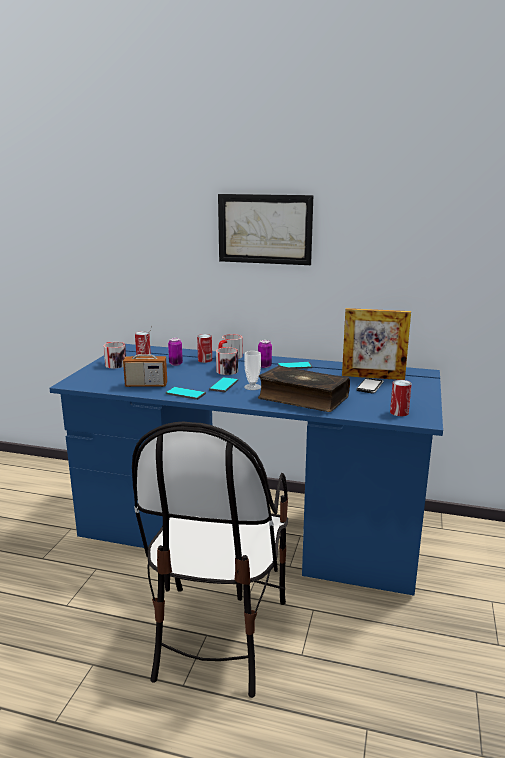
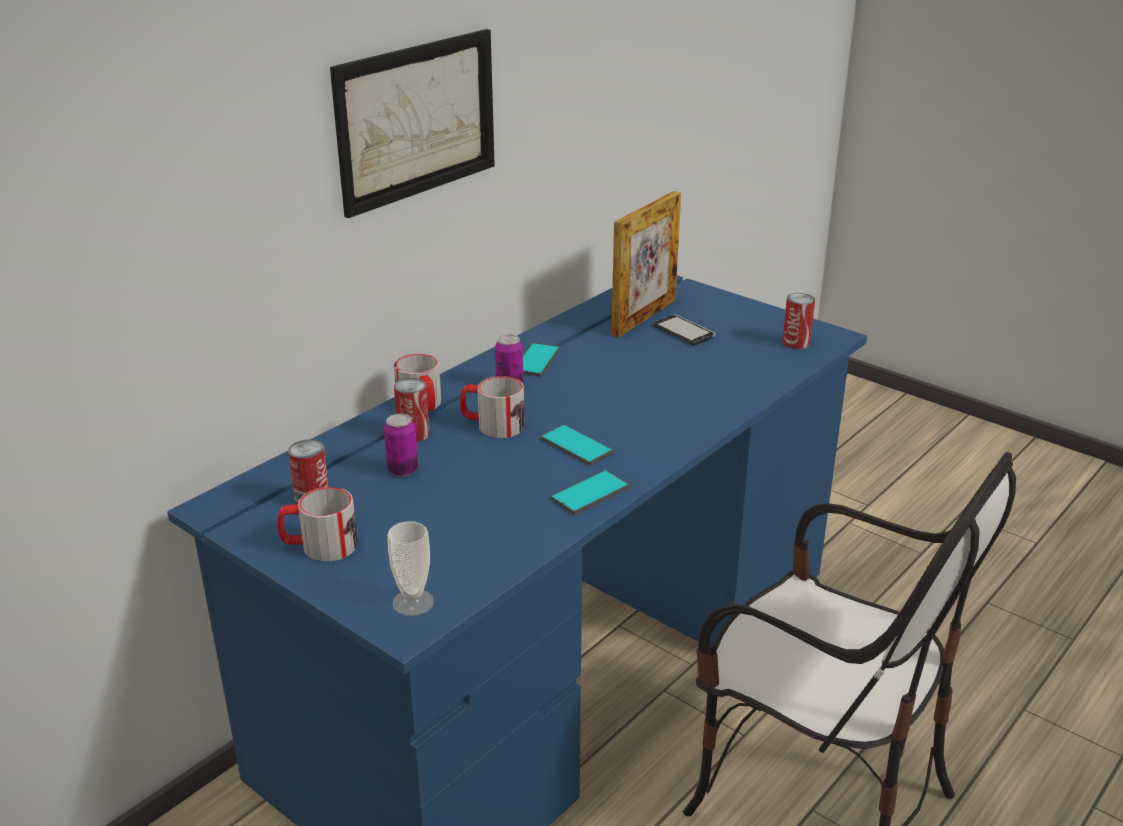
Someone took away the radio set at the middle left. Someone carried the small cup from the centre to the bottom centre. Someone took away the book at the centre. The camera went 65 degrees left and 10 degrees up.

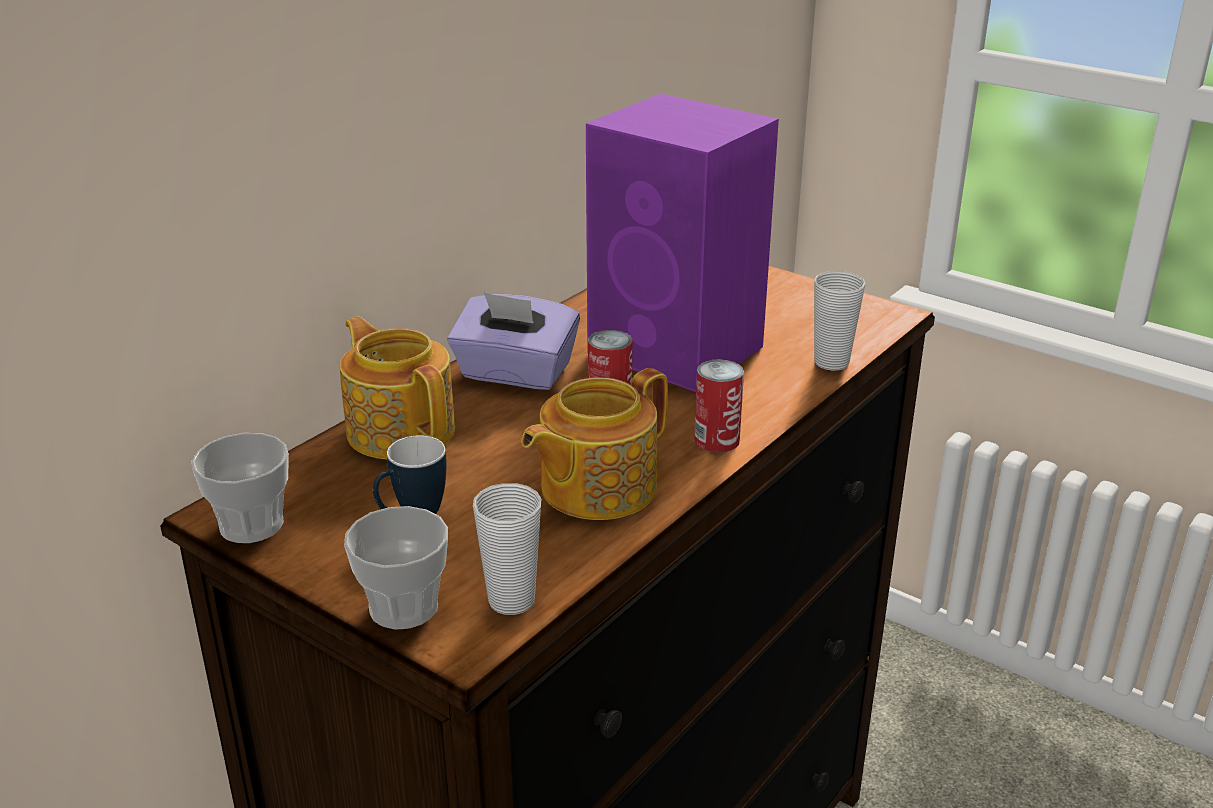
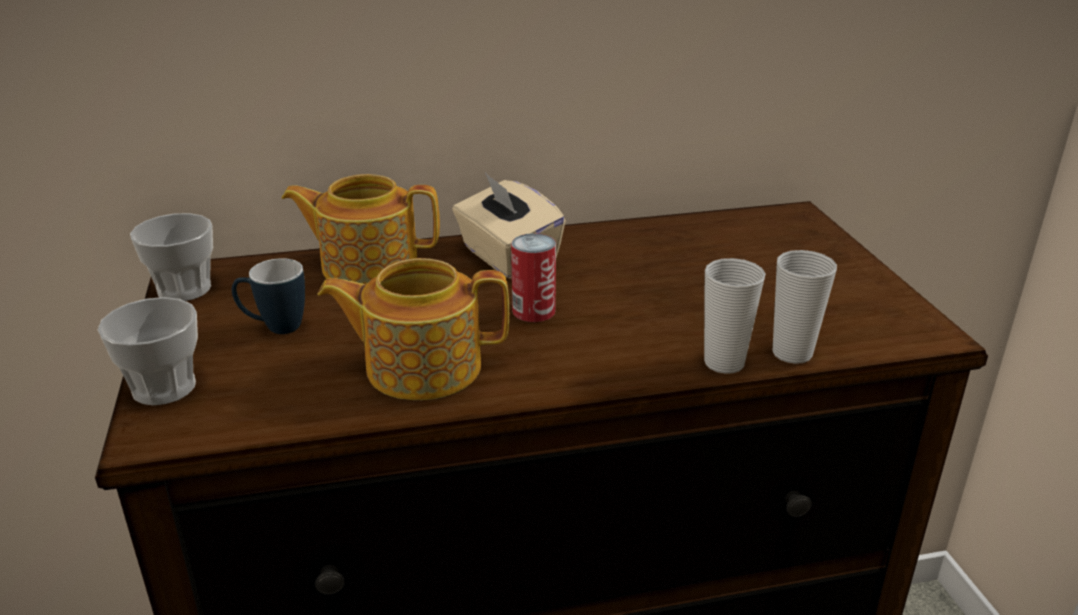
Someone took away the audio speaker (purplish) at the top centre. Someone repainted the tissue holder (purplish) at the centre, which became the tissue holder (sand-coloured) at the centre. Someone rotated the tea pot (no. 1 from left) at the middle left by 90 degrees counterclockwise. Someone took away the can (no. 2 from left) at the centre. Someone carried the small cup (no. 3 from left) from the bottom centre to the middle right. The camera went 40 degrees right and 0 degrees up.

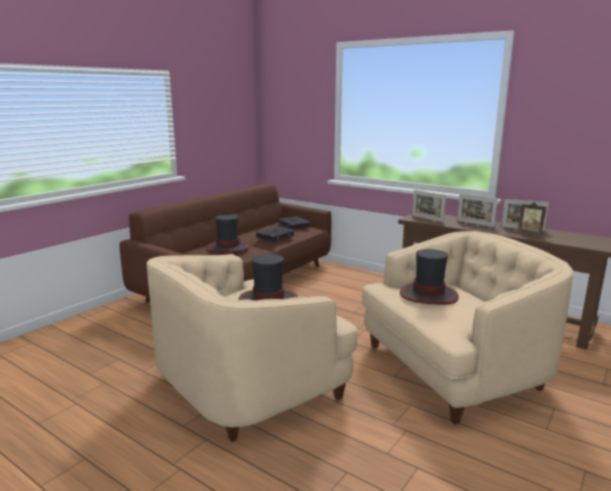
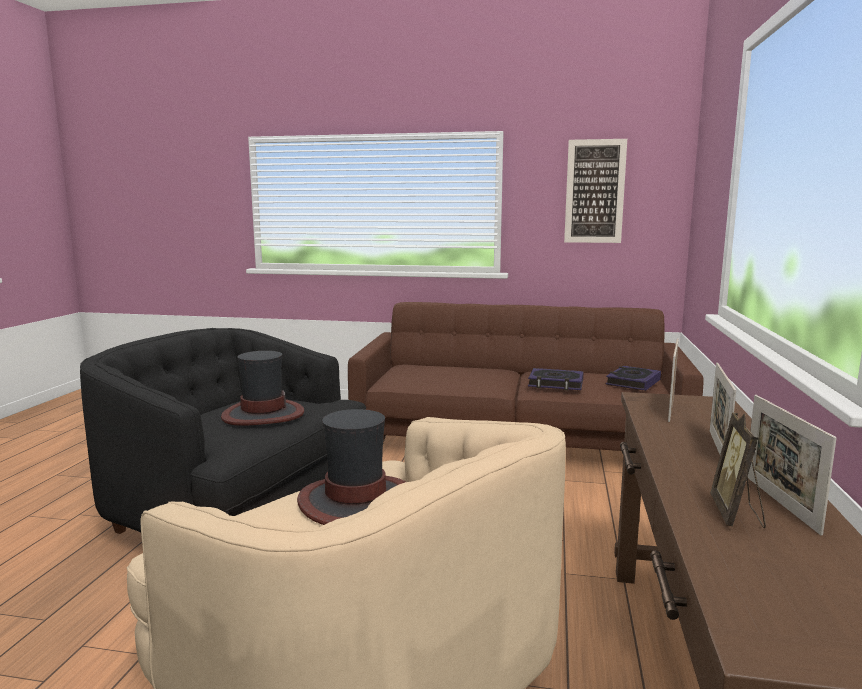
Someone took away the hat (no. 1 from left) at the centre. Someone repainted the easy chair (sand-coloured) (no. 1 from left) at the bottom centre, which became the easy chair (black) at the middle left. Someone put up the picture at the top right. The camera went 65 degrees right and 5 degrees down.

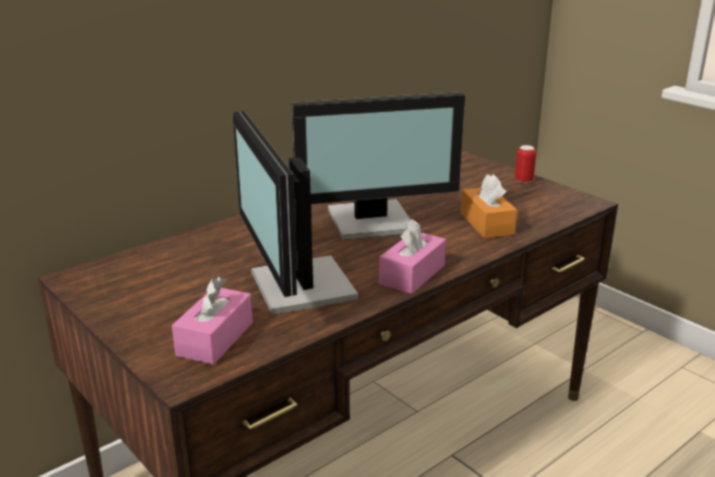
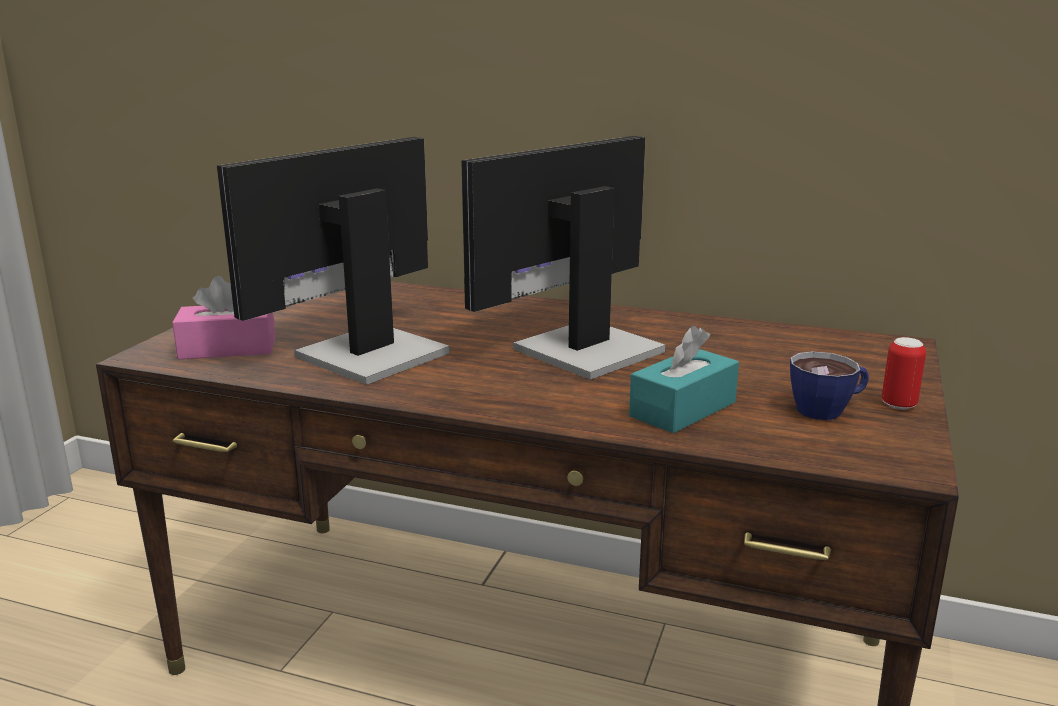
Someone rotated the monitor (no. 2 from left) at the centre by 90 degrees clockwise. Someone repainted the tissue holder (orange) at the middle right, which became the tissue holder (turquoise-coloured) at the centre. Someone took away the tissue holder (pink) (no. 2 from left) at the centre. Someone put down the small cup at the middle right. The camera went 60 degrees right and 5 degrees down.

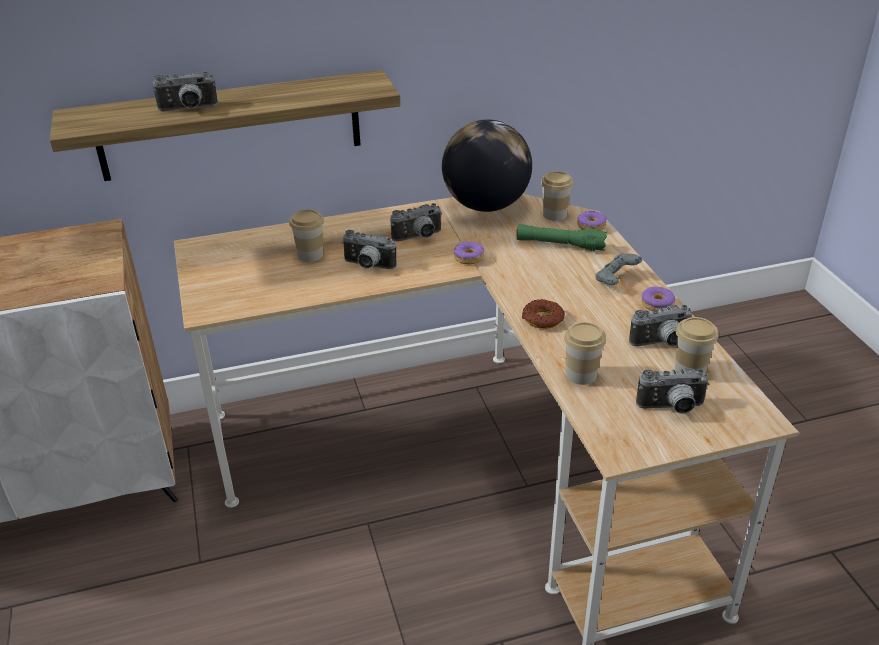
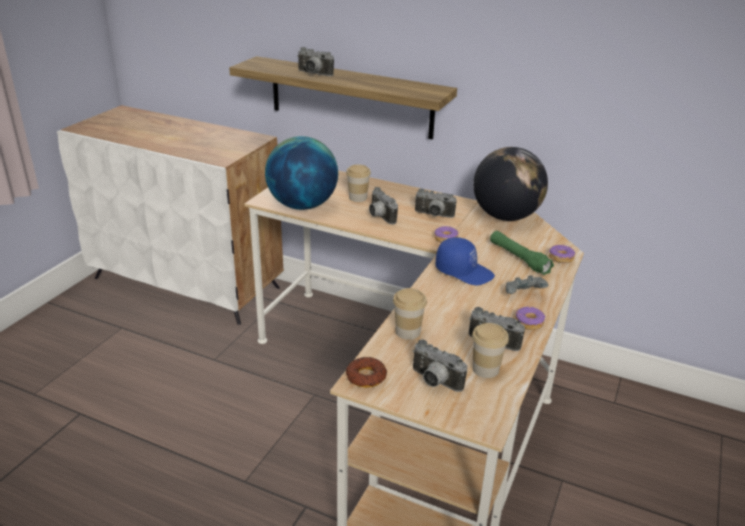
Someone took away the small cup (no. 2 from left) at the top centre. Someone carried the ring doughnut (no. 2 from left in the first image) from the centre to the bottom centre. Someone put down the globe (no. 1 from left) at the top centre. Someone put down the cap (blue-coloured) at the centre. The camera went 40 degrees right and 5 degrees down.

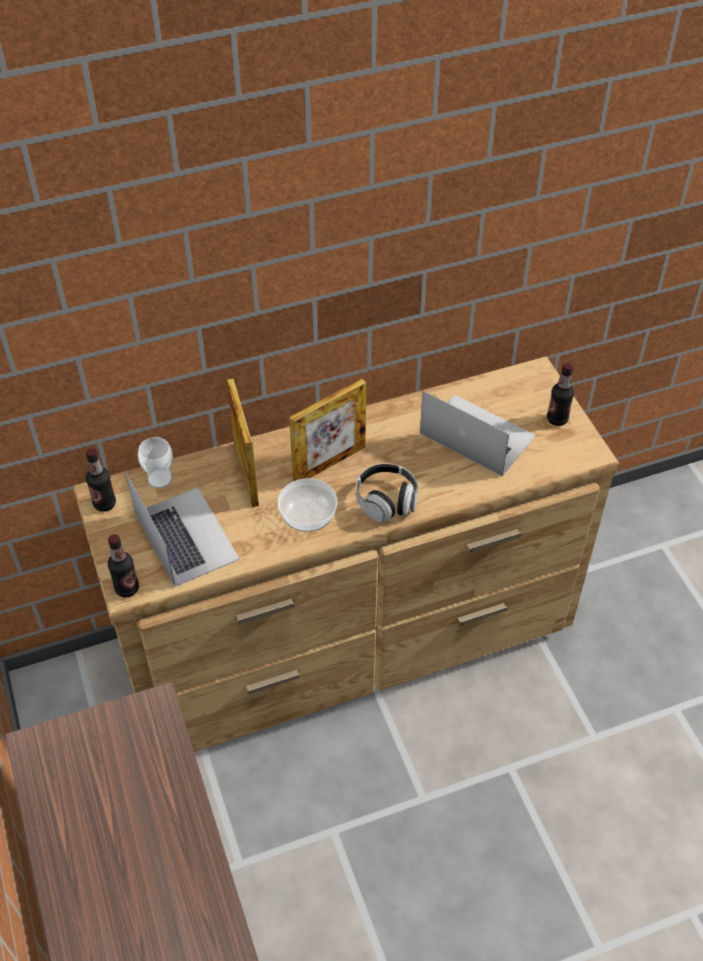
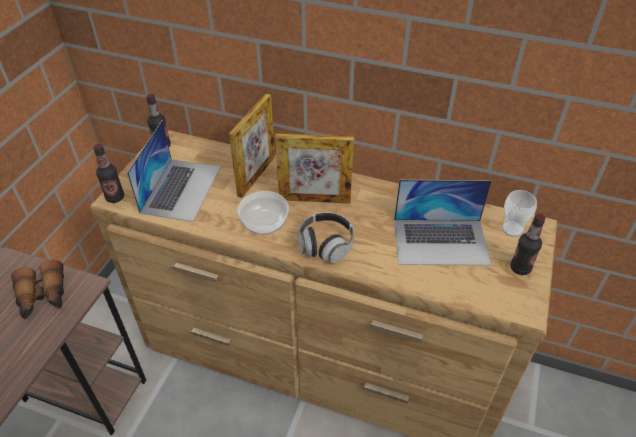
Someone rotated the portable computer (no. 2 from left) at the middle right by 105 degrees clockwise. Someone carried the small cup from the middle left to the middle right. Someone put down the pair of binoculars at the middle left. The camera went 40 degrees right and 5 degrees down.

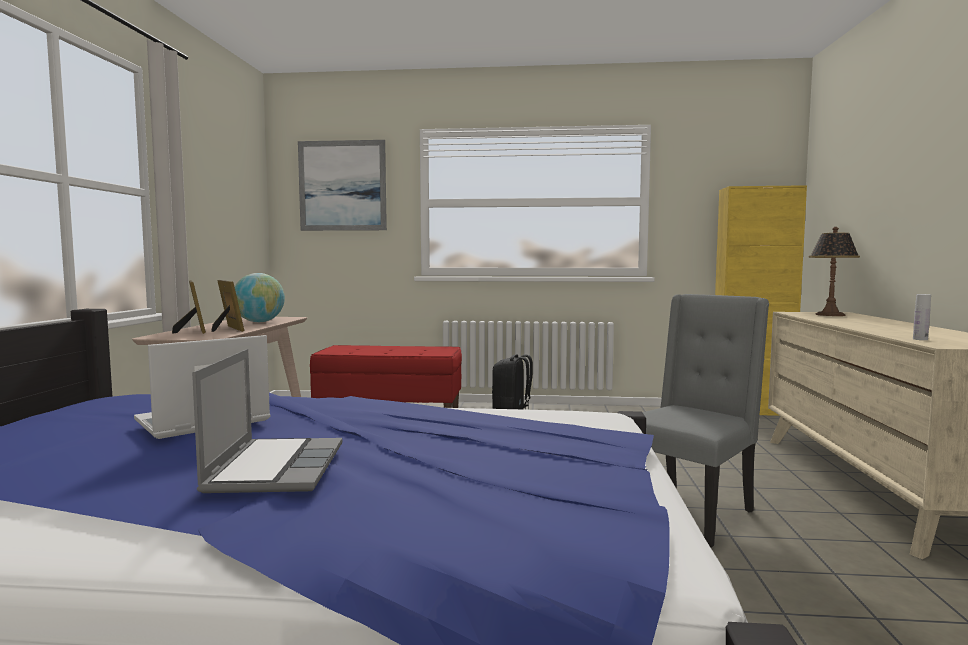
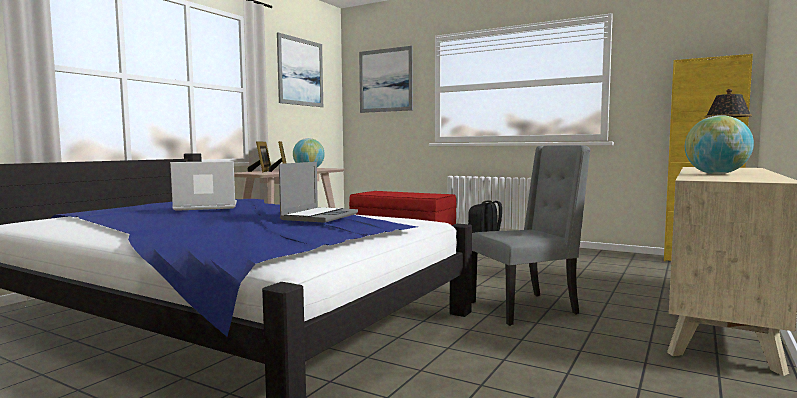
Someone took away the beverage bottle (whitish) at the middle right. Someone carried the portable computer (no. 2 from left) from the middle left to the centre. Someone put up the picture (no. 1 from left) at the top centre. Someone put down the globe (no. 2 from left) at the middle right. The camera went 25 degrees right and 0 degrees up.

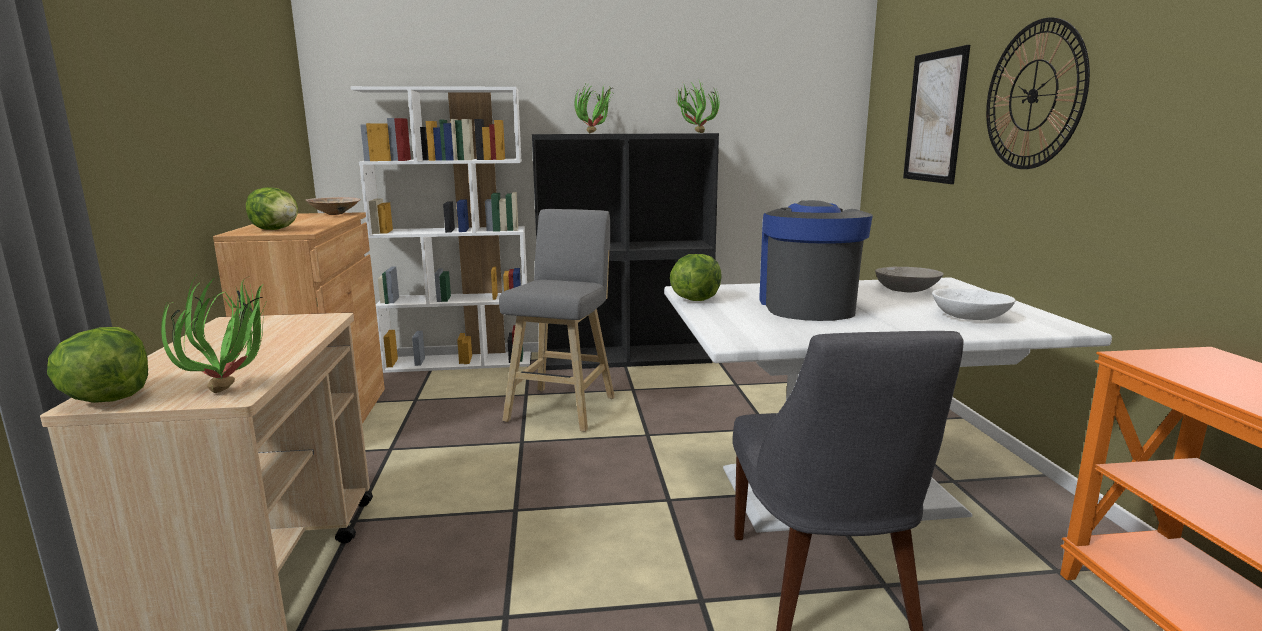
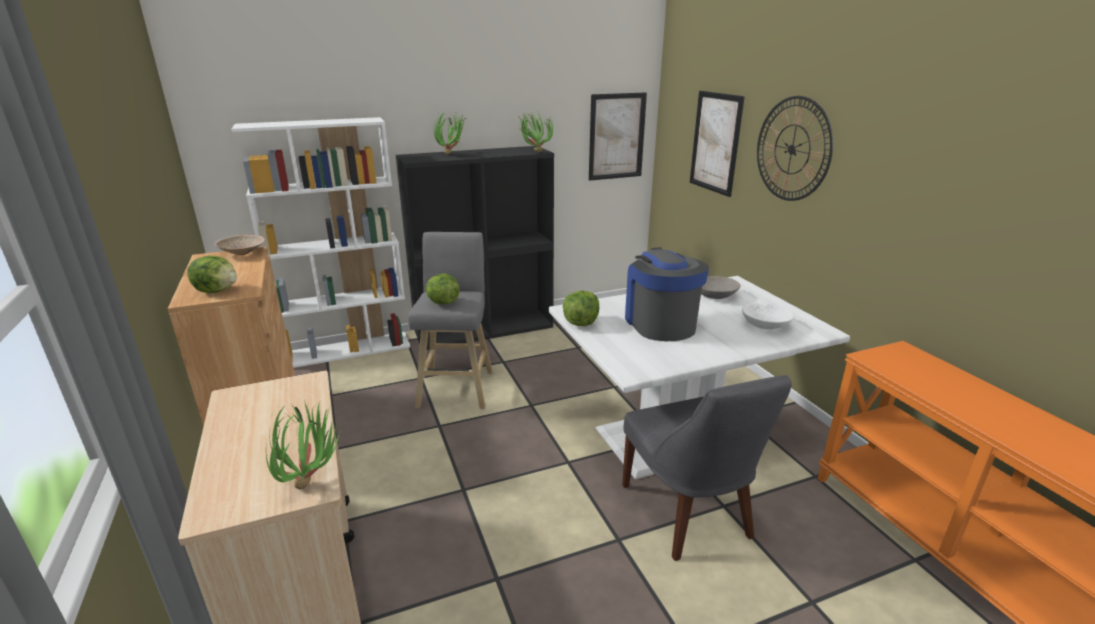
Someone carried the lettuce (no. 1 from left in the first image) from the middle left to the centre. Someone put up the picture (no. 1 from left) at the top centre. The camera went 15 degrees left and 10 degrees up.

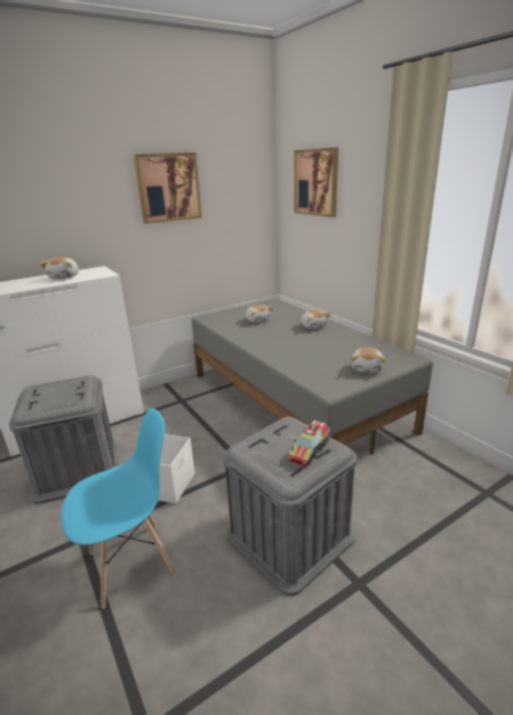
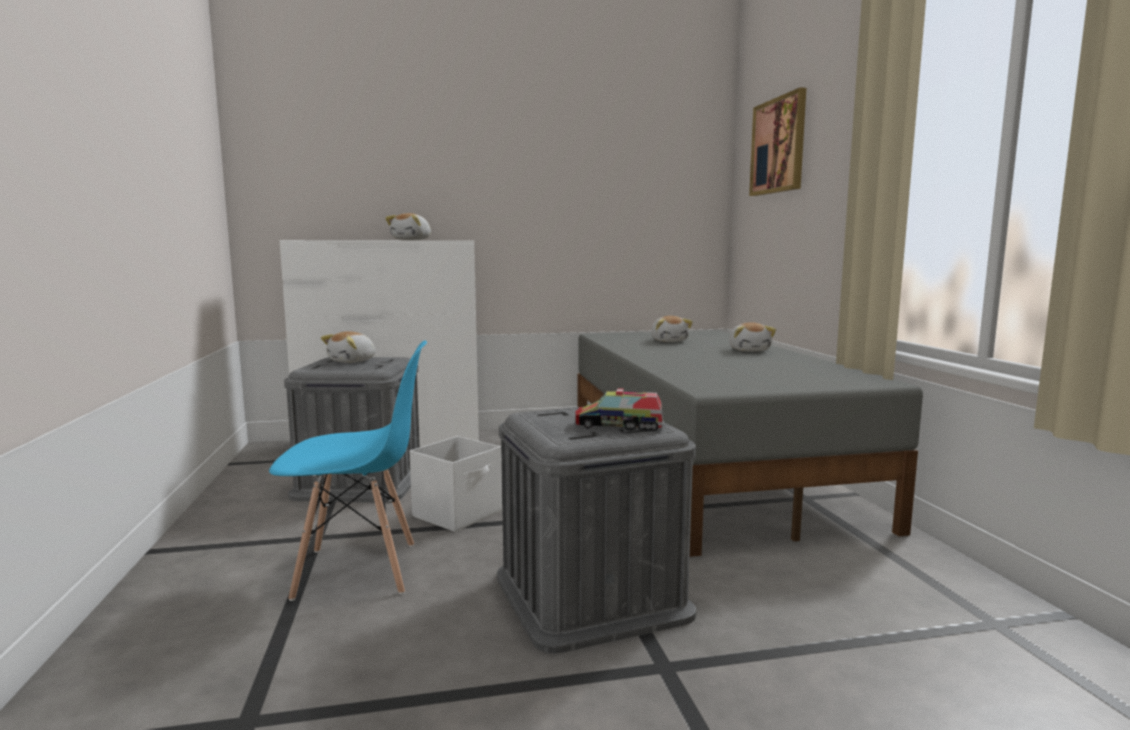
Someone took away the picture (no. 1 from left) at the top left. Someone carried the cuddly toy (no. 4 from left in the first image) from the middle right to the middle left. Someone rotated the model truck at the centre by 45 degrees clockwise. The camera went 20 degrees right and 15 degrees down.

